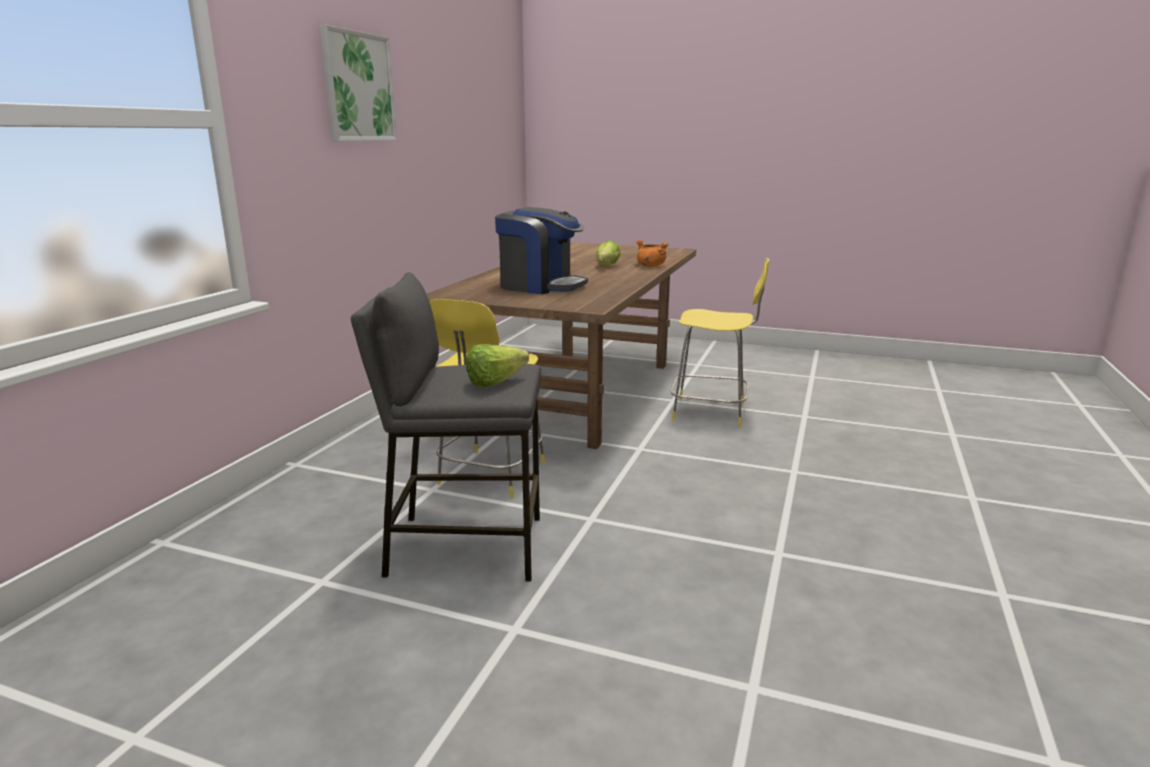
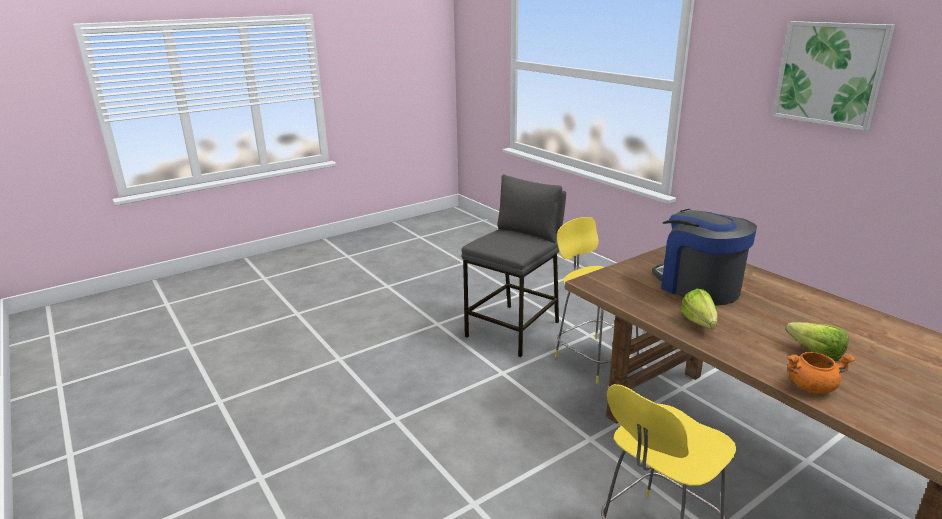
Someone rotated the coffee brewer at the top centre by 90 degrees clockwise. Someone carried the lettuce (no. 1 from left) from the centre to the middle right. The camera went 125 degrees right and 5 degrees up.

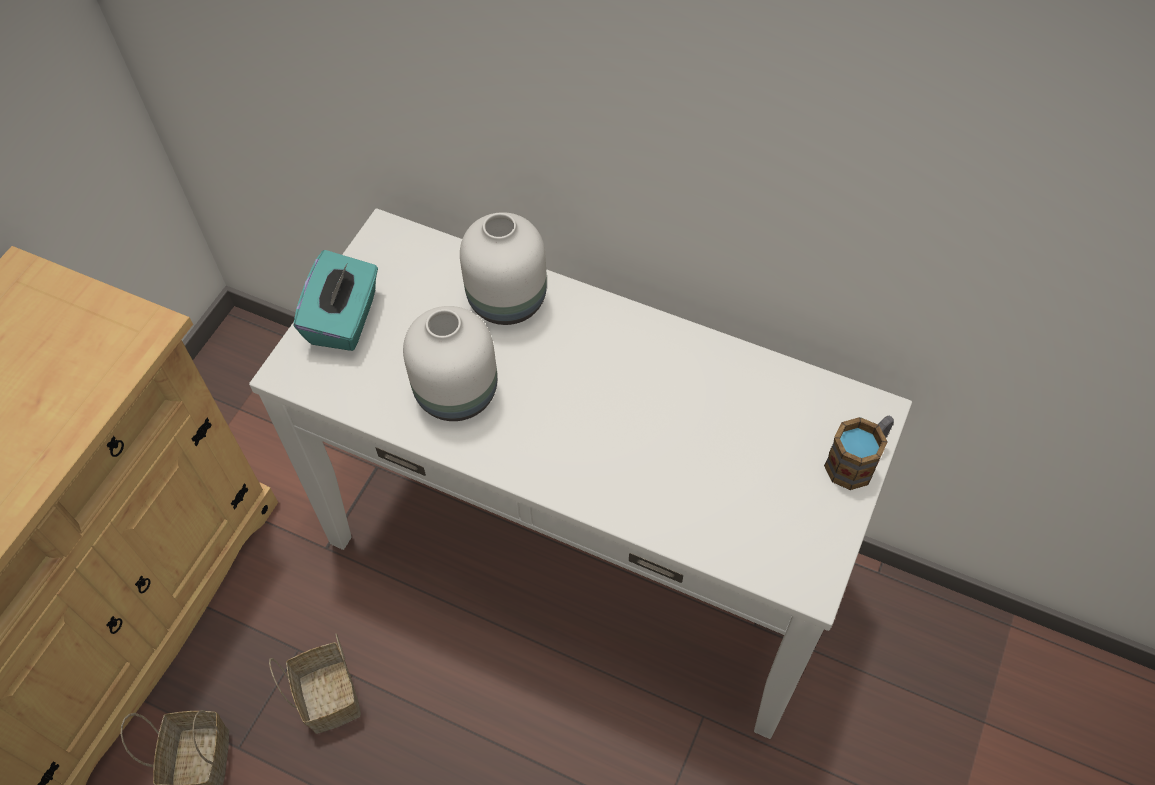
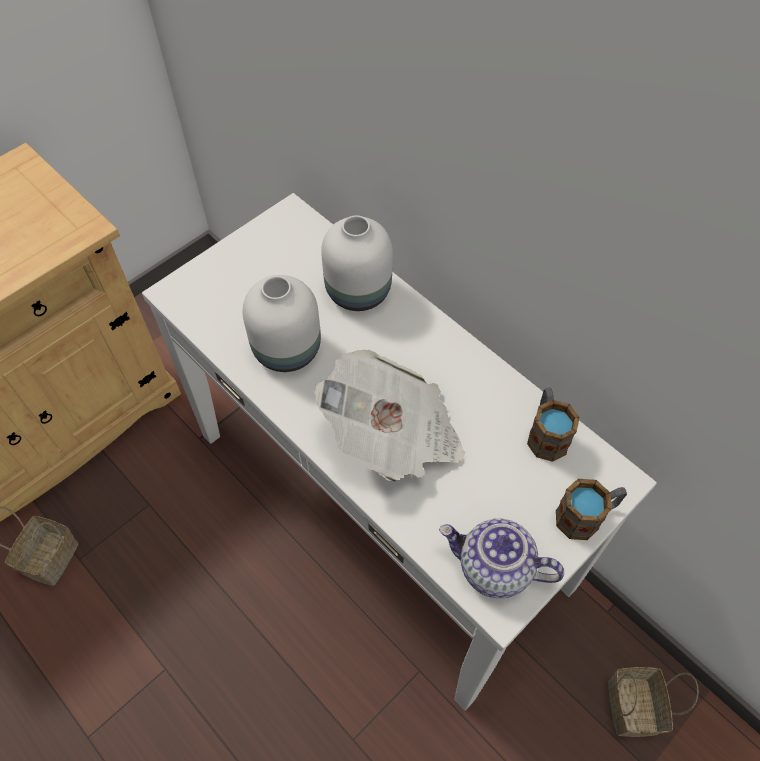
Someone took away the tissue holder (turquoise-coloured) at the middle left. Someone carried the basket (no. 2 from left) from the bottom left to the bottom right. Someone put down the daily paper at the centre. Someone put down the coffee mug (no. 1 from left) at the middle right. Someone put down the tea pot at the bottom centre. The camera went 20 degrees right and 0 degrees up.

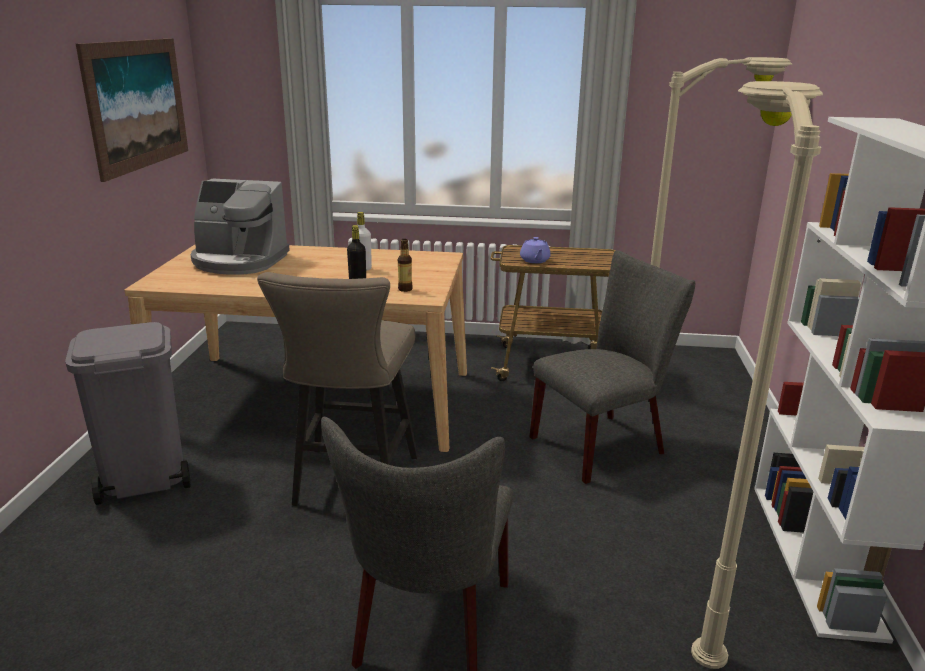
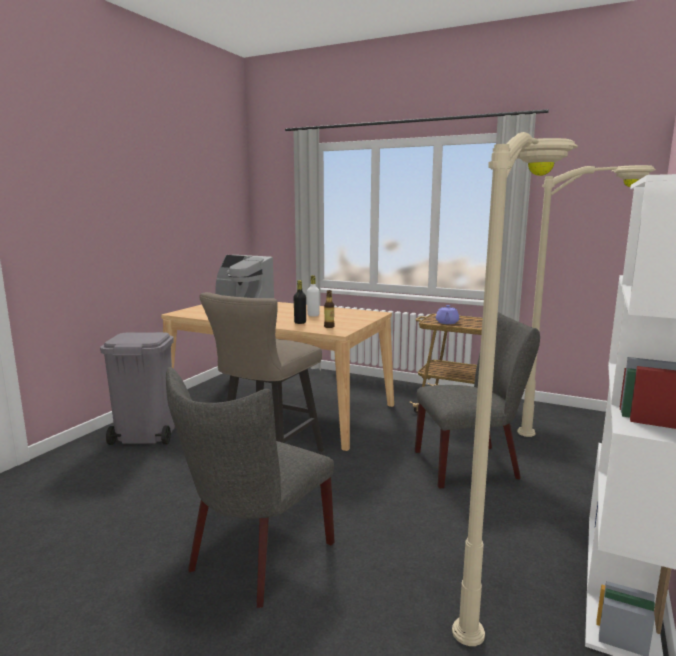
Someone took away the picture at the top left. The camera went 20 degrees right and 10 degrees down.

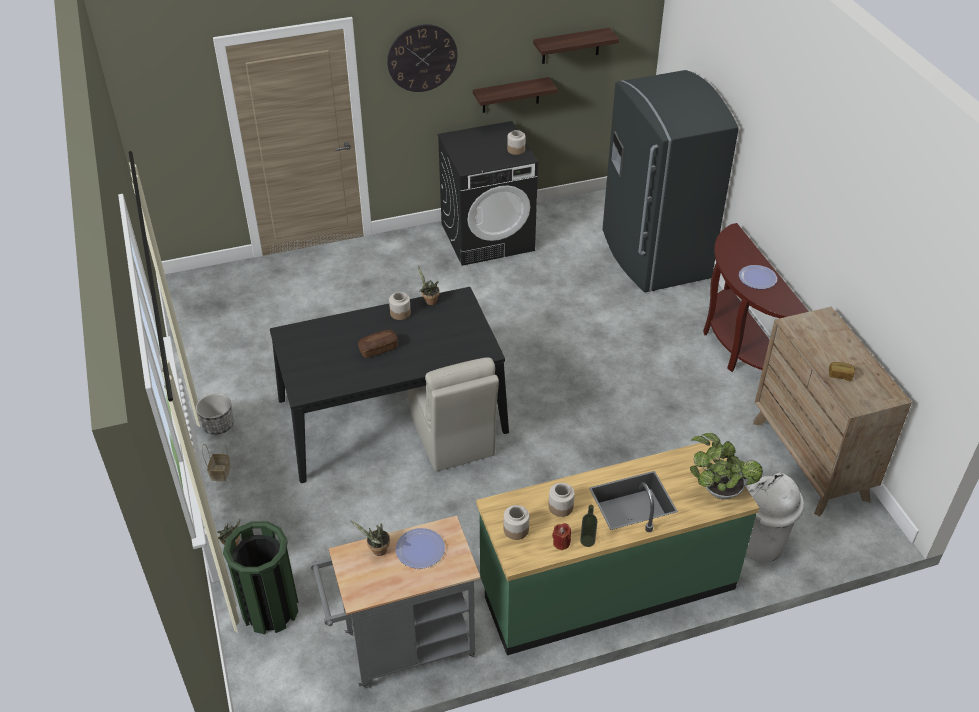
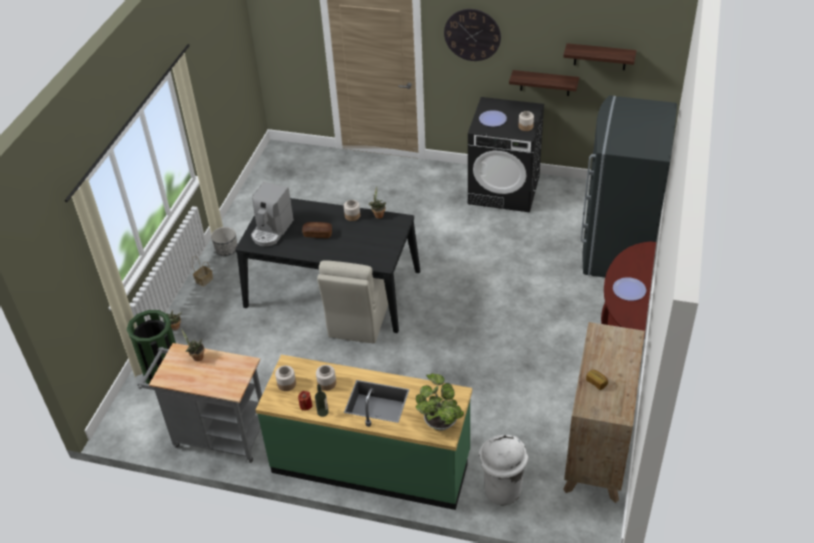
Someone carried the dinner plate (no. 1 from left) from the bottom centre to the top centre. Someone put down the coffee brewer at the centre. The camera went 35 degrees right and 0 degrees up.

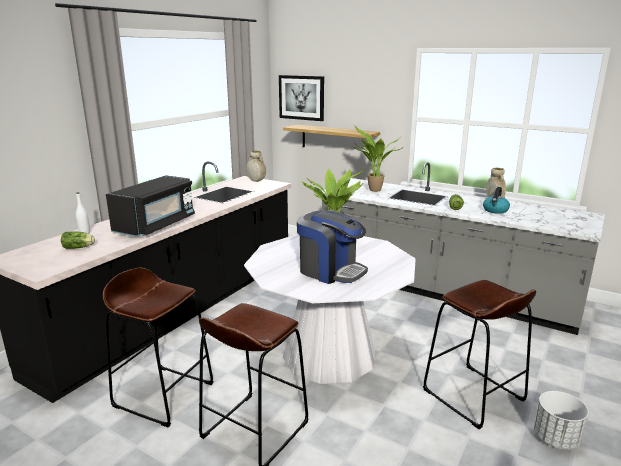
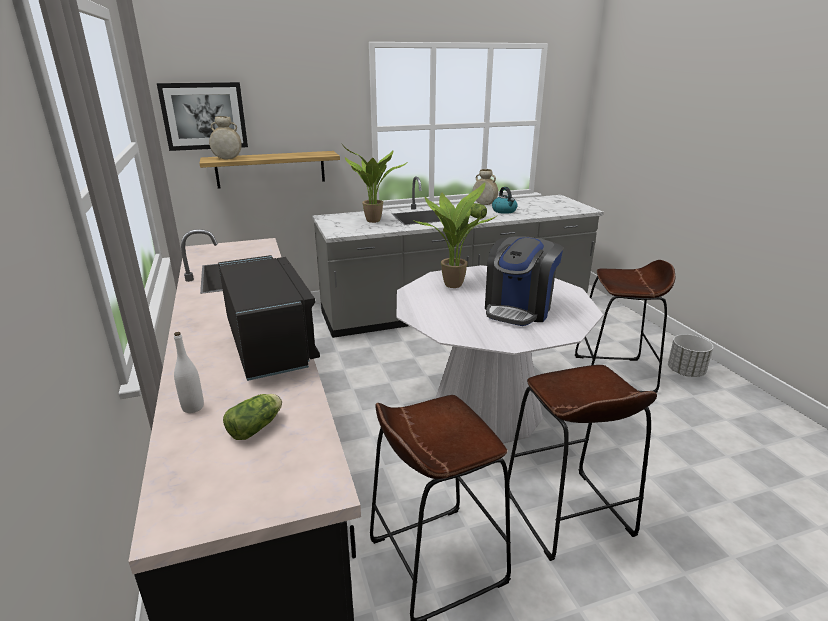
Someone carried the flower vase (sand-coloured) (no. 1 from left) from the centre to the top left. Someone rotated the coffee brewer at the centre by 135 degrees clockwise. The camera went 50 degrees left and 5 degrees up.

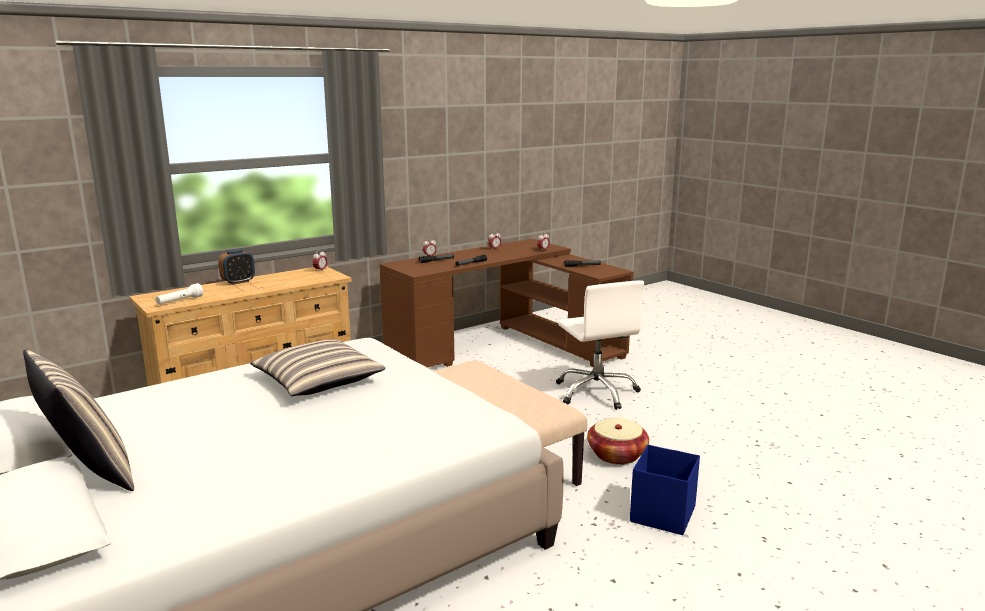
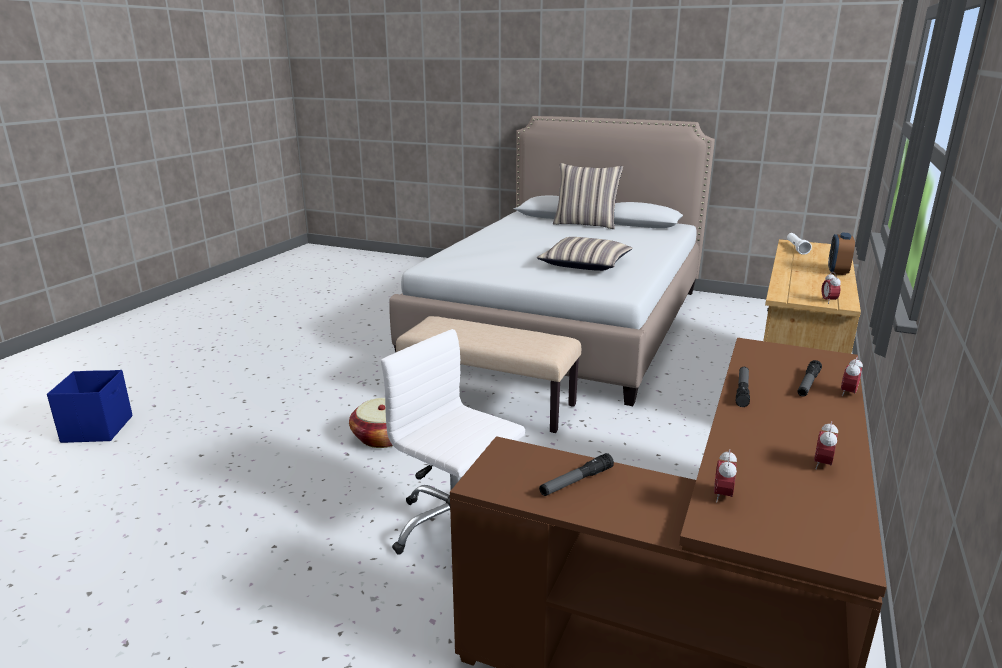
Someone carried the storage container (blue-coloured) from the bottom right to the middle left. The camera went 150 degrees right and 5 degrees up.

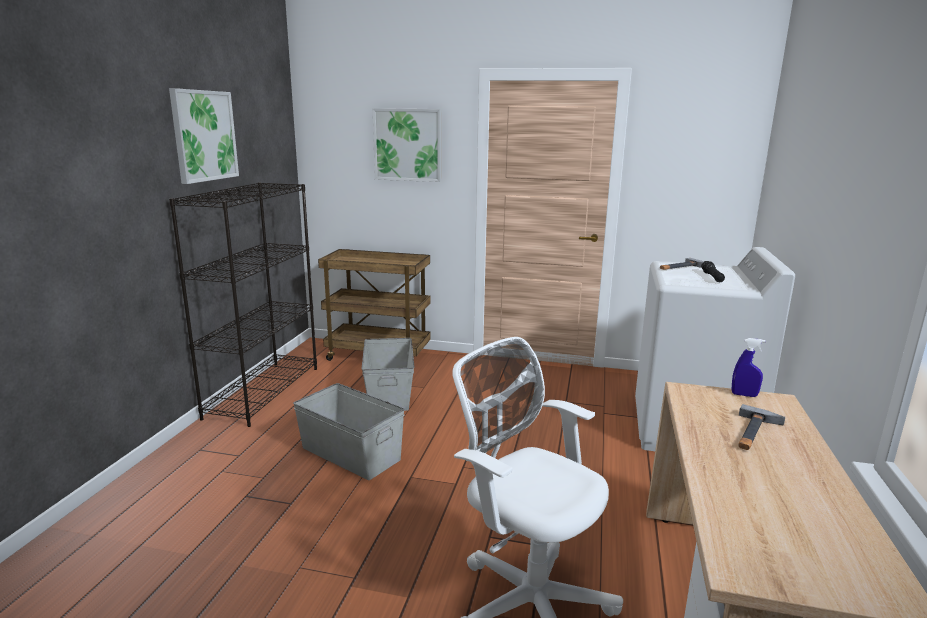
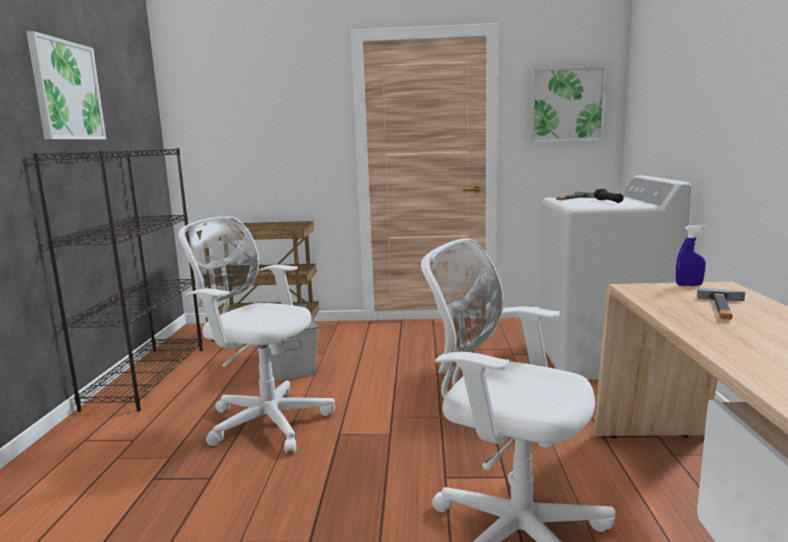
Someone carried the picture (no. 2 from left) from the top centre to the top right. Someone swapped the storage container (grey) (no. 1 from left) at the bottom centre for the desk chair (whitish) (no. 1 from left) at the middle left. The camera went 10 degrees left and 5 degrees down.

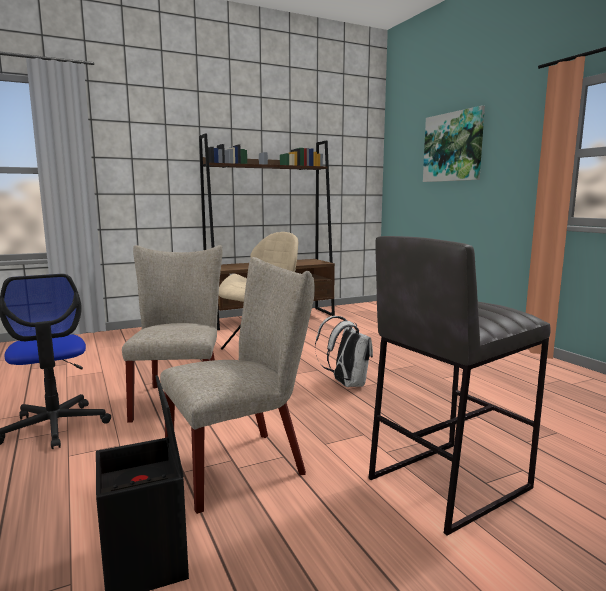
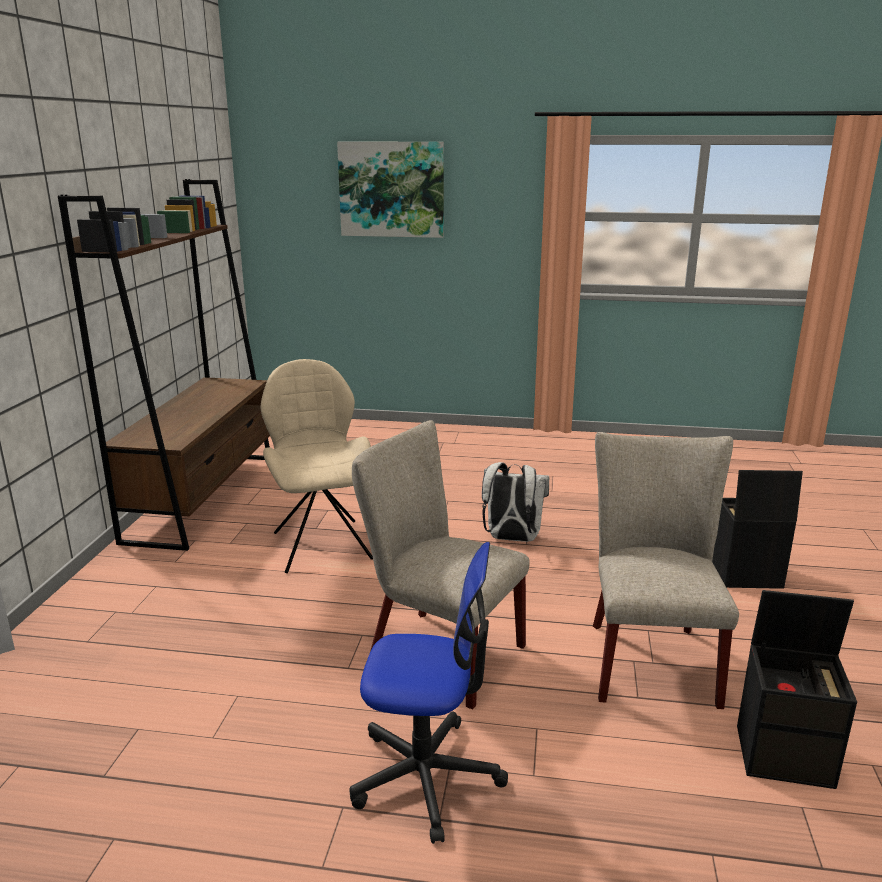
Someone swapped the stool (grey) at the middle right for the storage container (black) (no. 1 from left) at the middle right. The camera went 55 degrees left and 10 degrees up.

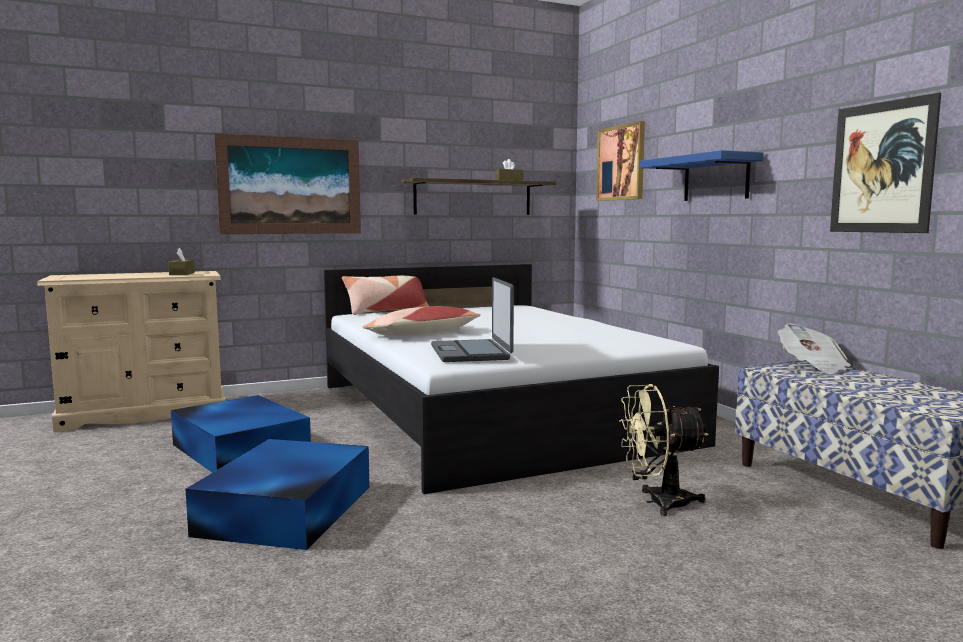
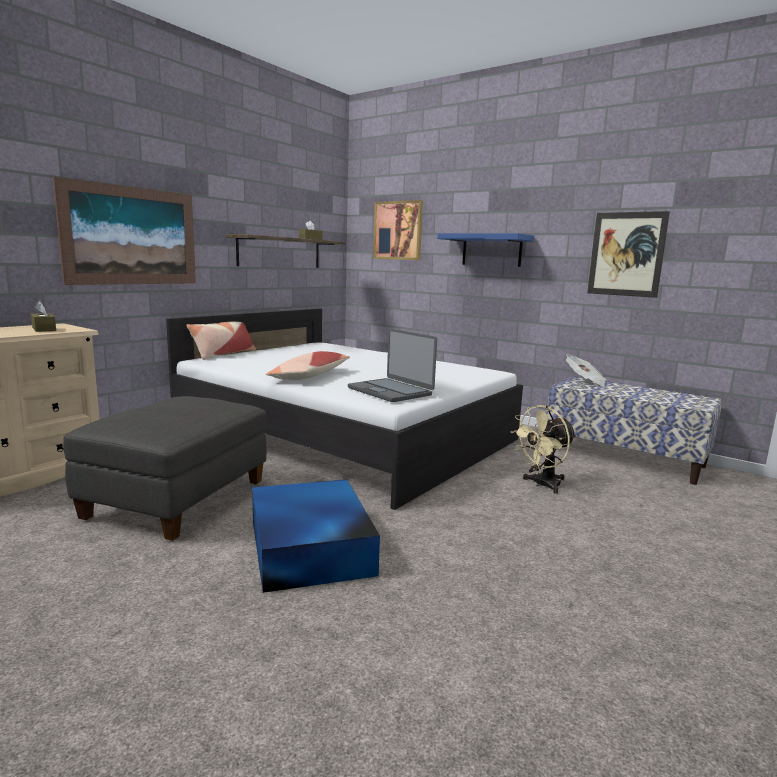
Someone swapped the storage container (blue-coloured) (no. 1 from left) at the bottom left for the footrest (grey) at the middle left. The camera went 30 degrees left and 5 degrees up.

